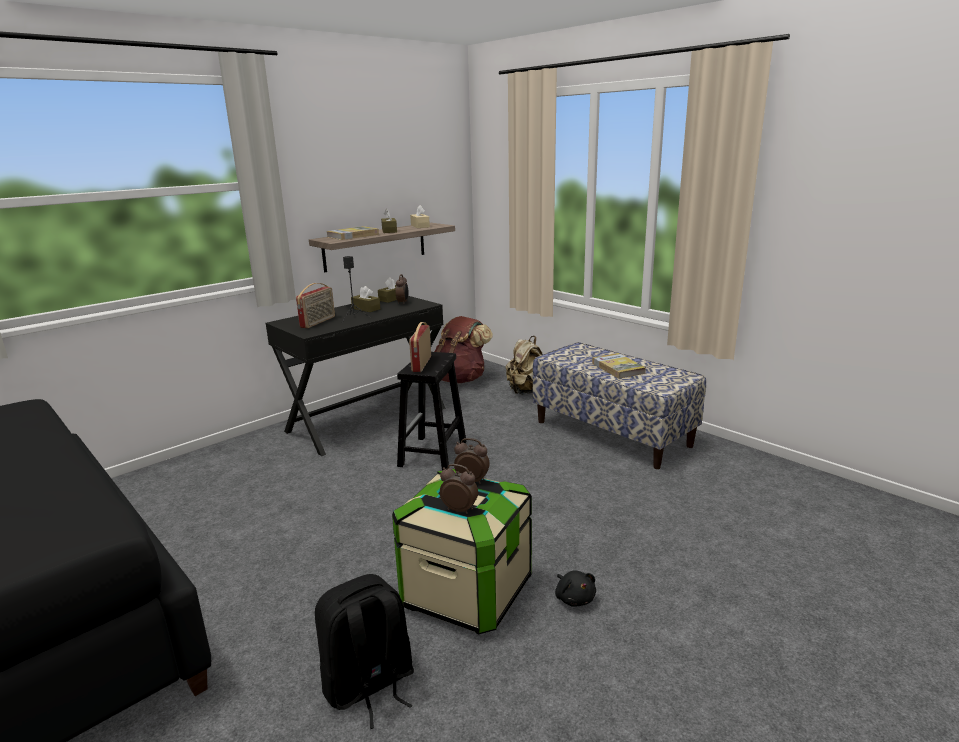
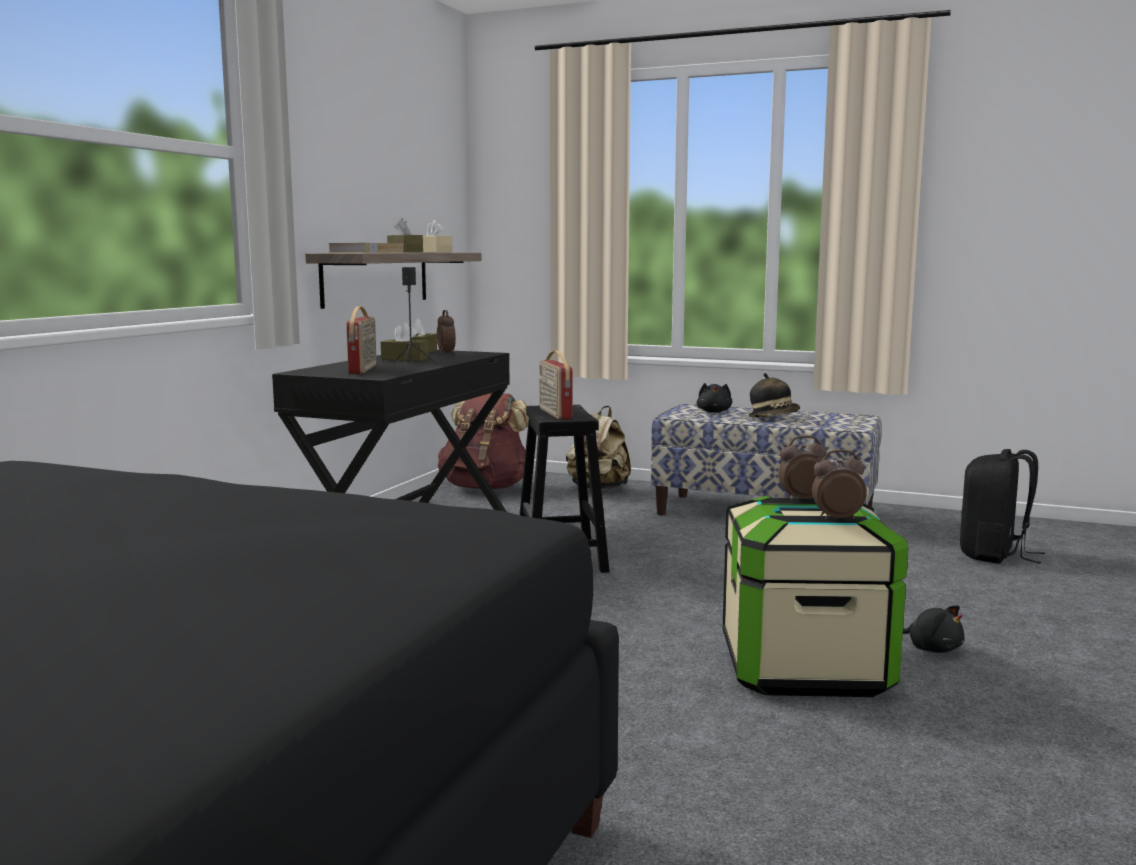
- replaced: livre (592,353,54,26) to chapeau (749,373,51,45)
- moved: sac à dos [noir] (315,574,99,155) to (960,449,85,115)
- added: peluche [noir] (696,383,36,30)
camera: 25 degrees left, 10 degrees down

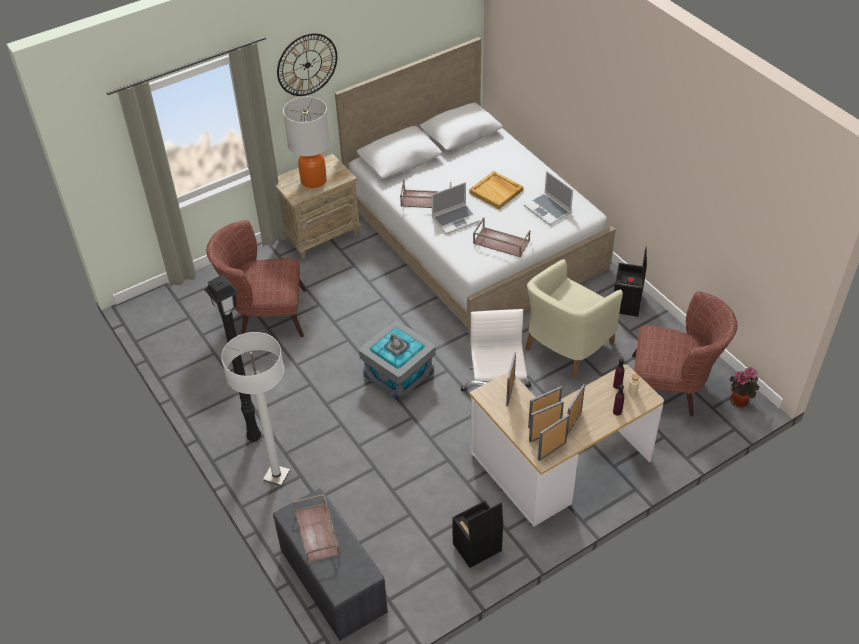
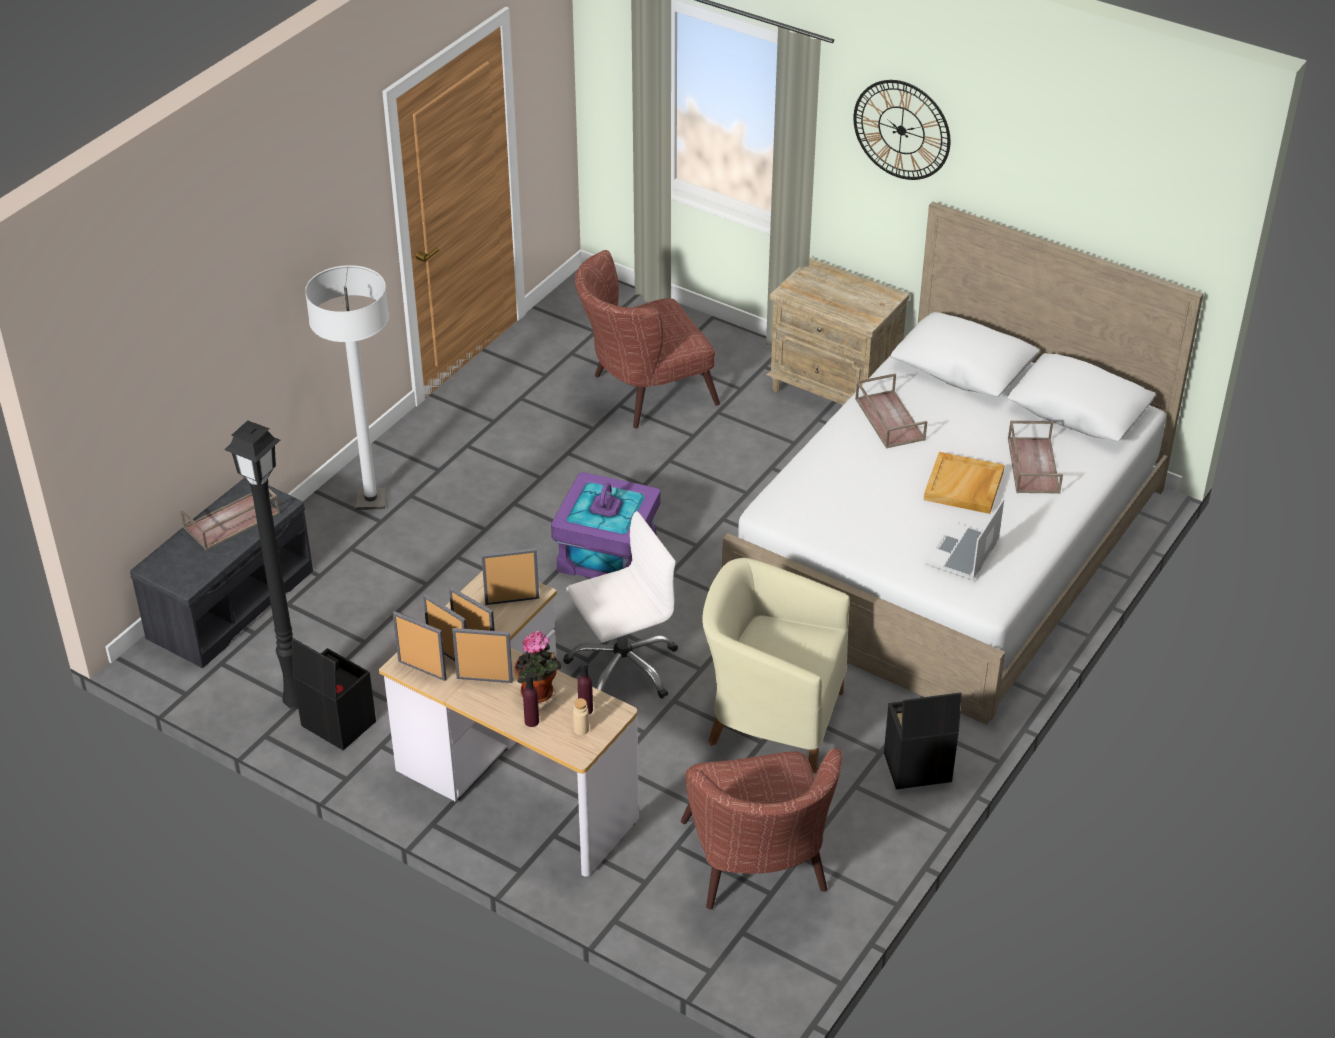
- removed: lampe de table (283,97,47,91)
- removed: ordinateur portable (431,182,49,52)
- moved: plateau [marron] (473,217,57,40) to (1008,420,55,74)
- turned: fauteuil [marron] (206,220,100,117) = (575,250,145,178) 90 degrees counterclockwise
- moved: lampadaire [noir] (204,275,57,167) to (225,421,73,288)
- recoloured: boîte de rangement [gris] (359,320,77,81) to boîte de rangement [violet] (551,472,109,106)
- moved: plante en pot (729,367,30,41) to (515,631,46,72)
camera: 65 degrees right, 5 degrees down

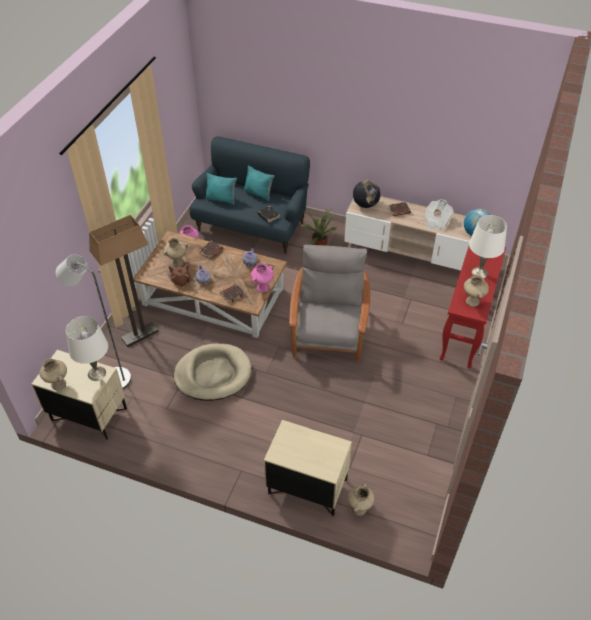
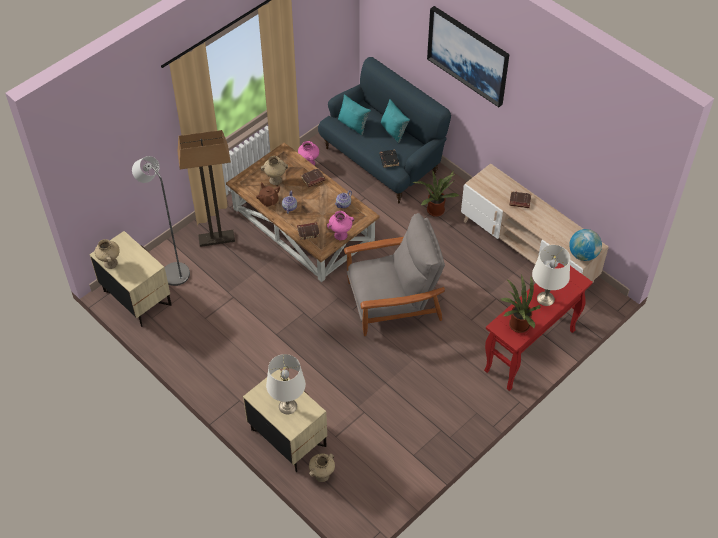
- removed: globe (353,180,28,28)
- removed: journal (424,199,30,31)
- turned: fauteuil [gris] (289,245,81,118) = (344,213,101,123) 45 degrees clockwise
- replaced: vase [beige] (464,275,25,32) to plante en pot (500,275,40,58)
- moved: lampe de table [blanc] (66,316,42,65) to (266,354,40,60)
- removed: panier pour chien [beige] (174,343,77,58)
- added: tableau (427,6,83,101)
camera: 25 degrees right, 5 degrees up

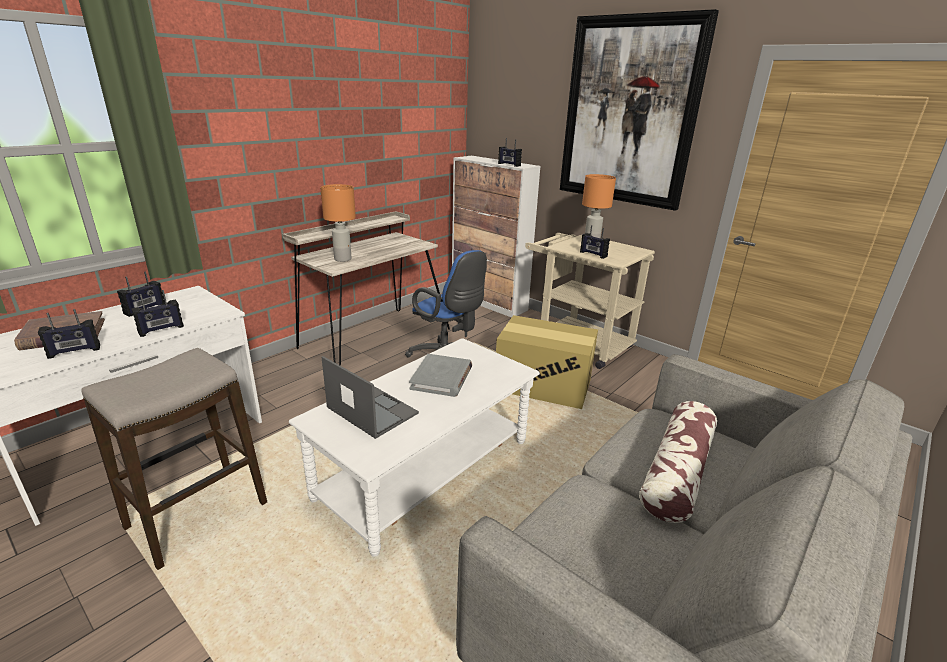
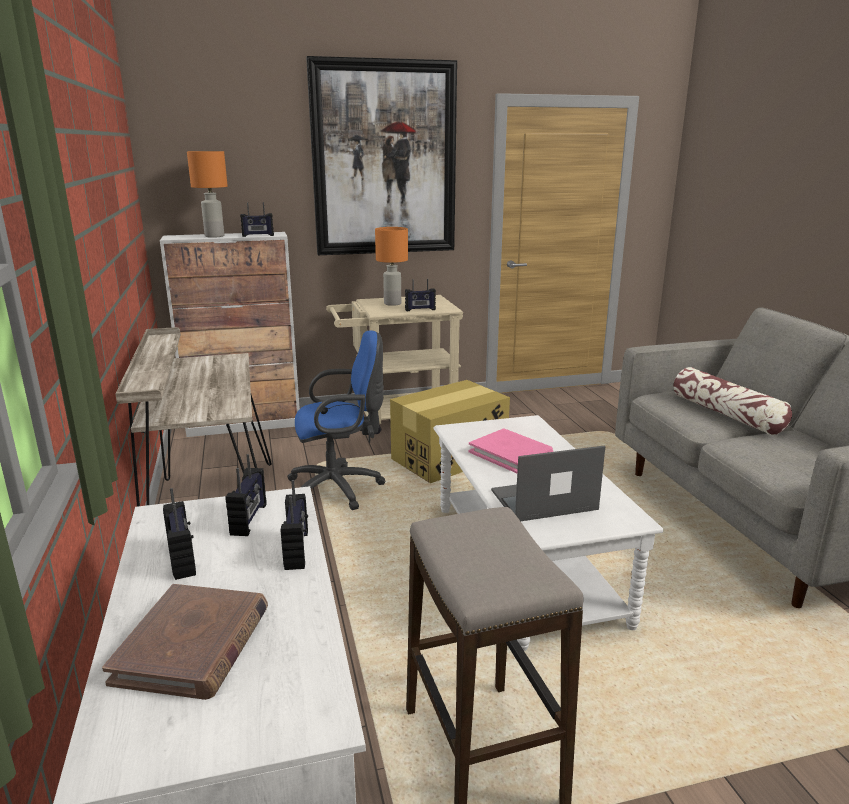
- moved: lampe de table [orange] (320,184,36,78) to (187,151,41,87)
- moved: radio (38,309,62,50) to (226,454,41,82)
- recoloured: livre [gris] (409,354,63,43) to livre [rose] (469,429,84,44)
camera: 55 degrees left, 5 degrees down

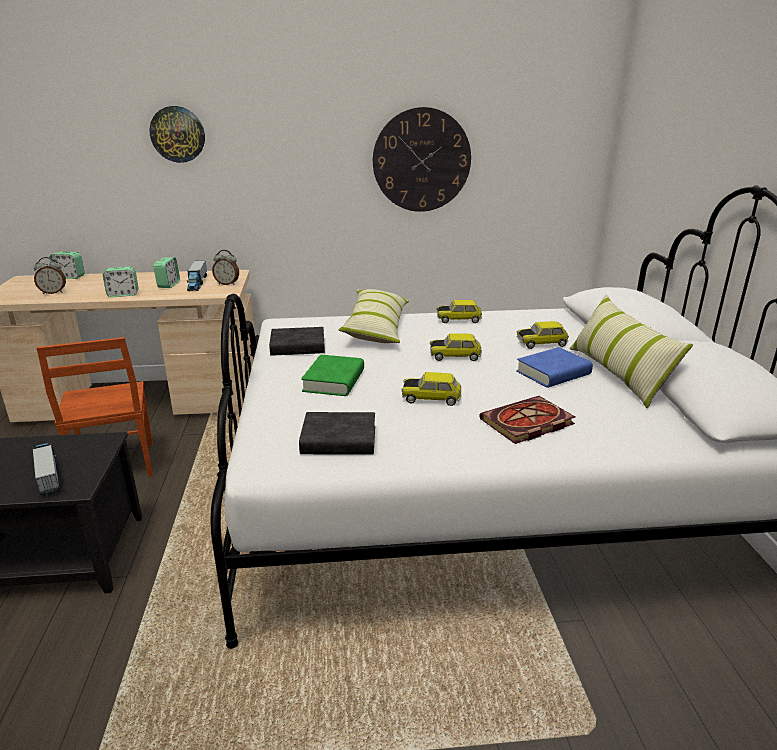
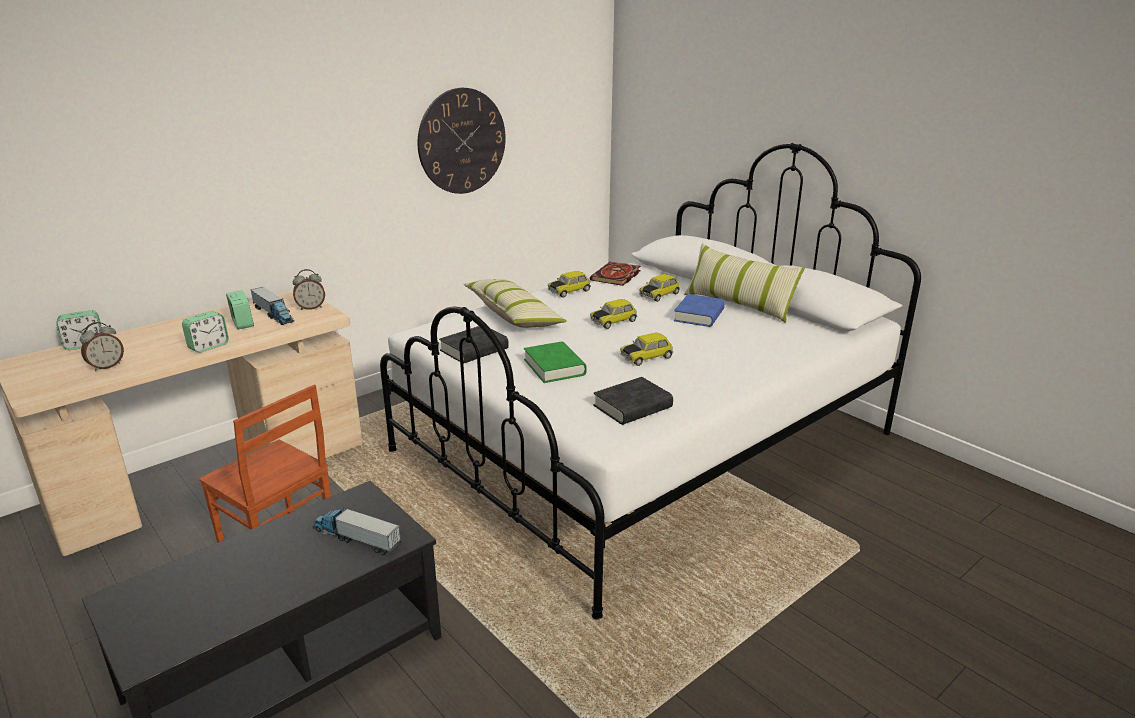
- removed: horloge murale (149,106,56,57)
- moved: livre (480,396,95,48) to (590,262,51,24)
camera: 35 degrees left, 0 degrees up

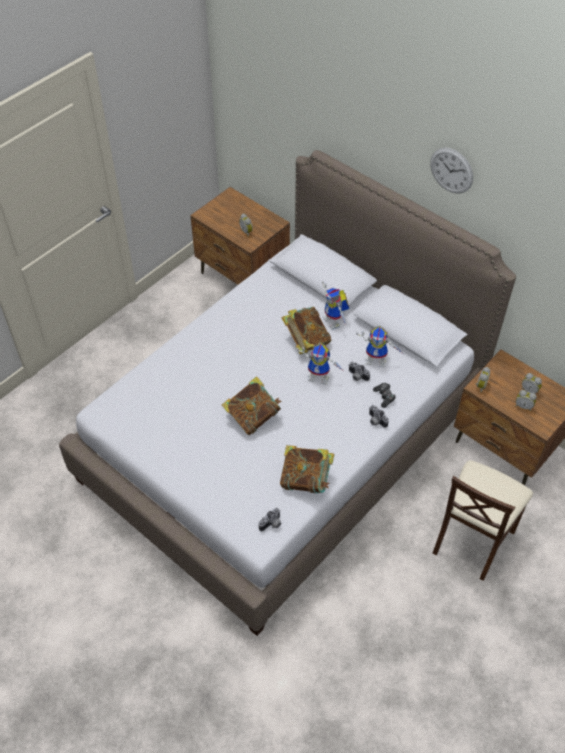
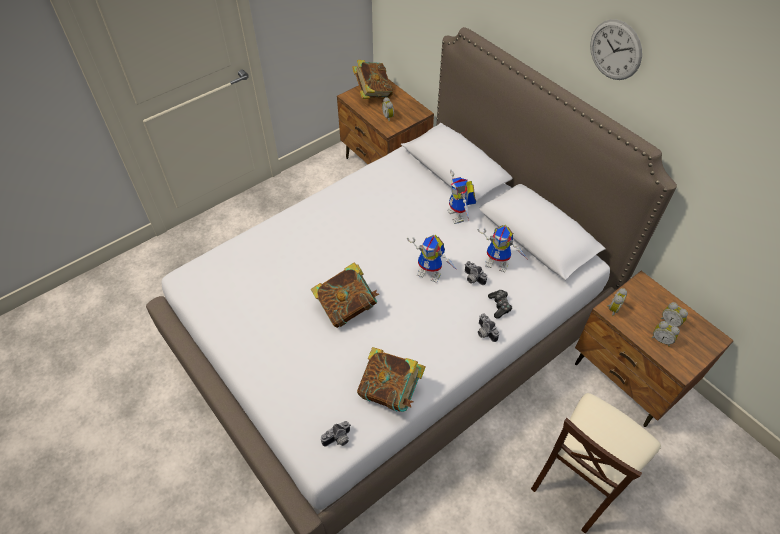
- moved: livre (282,307,50,48) to (352,60,41,39)
camera: 10 degrees right, 0 degrees up

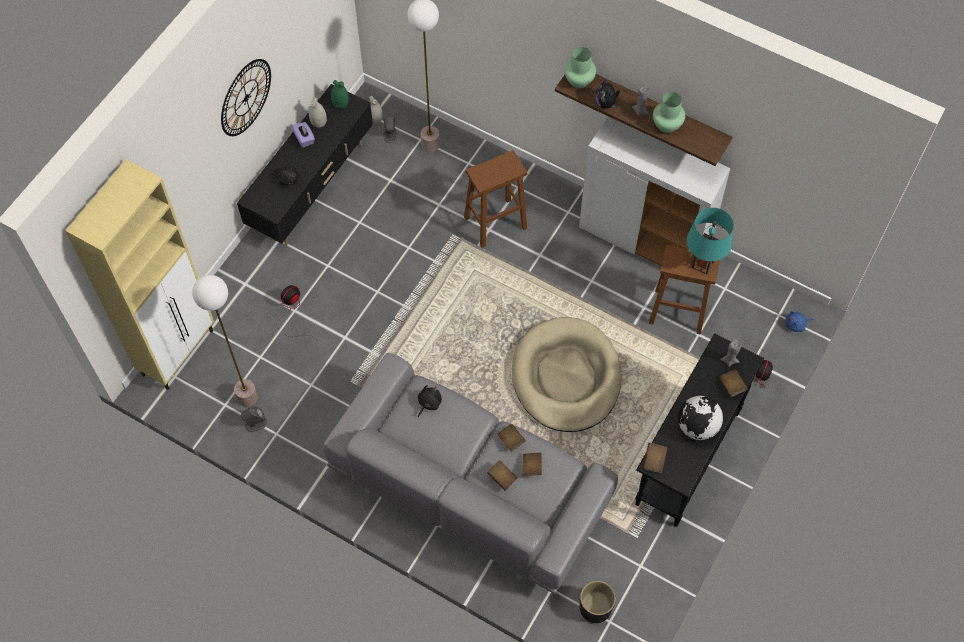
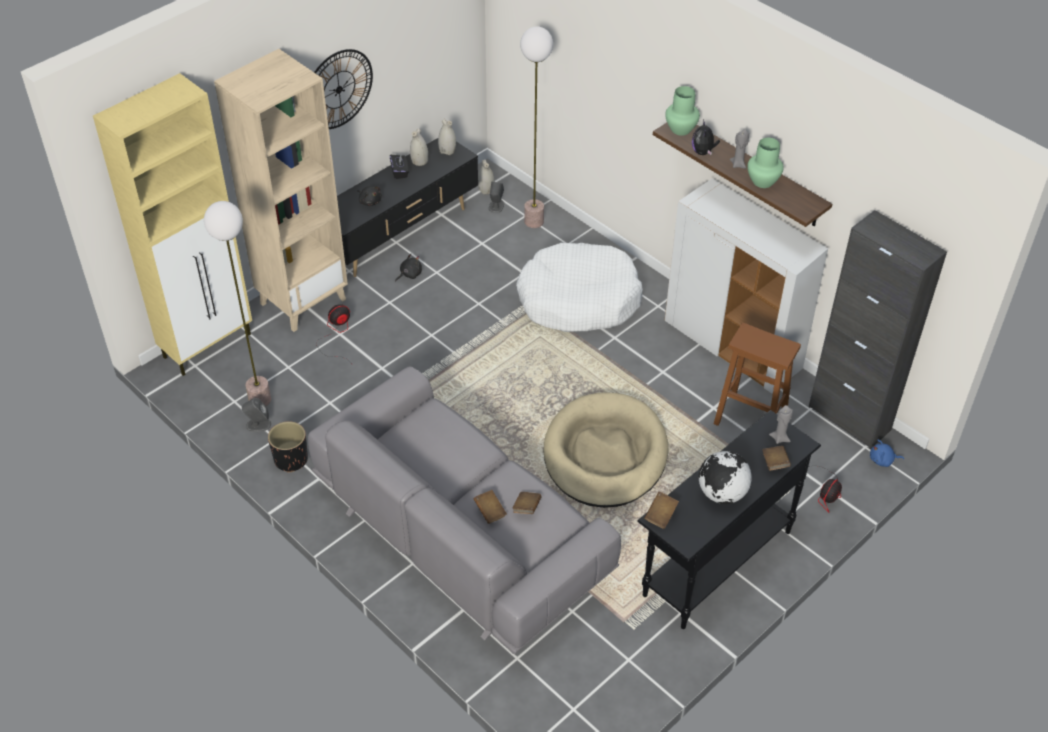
- recoloured: vase [vert] (331,80,18,29) to vase [blanc] (438,119,18,36)
- recoloured: boîte à mouchoirs [violet] (292,122,23,26) to boîte à mouchoirs [noir] (390,155,19,24)
- replaced: tabouret [marron] (464,150,63,98) to panier pour chien [blanc] (516,243,127,89)
- removed: lampe de table [turquoise] (687,208,47,66)
- moved: peluche [noir] (418,385,24,32) to (395,254,27,28)
- removed: livre [marron] (497,424,29,28)
- moved: cache-pot [noir] (579,581,37,42) to (268,421,40,51)
- added: bibliothèque [beige] (214,49,134,283)
- added: meuble de rangement [noir] (809,210,138,239)
camera: 15 degrees right, 15 degrees down

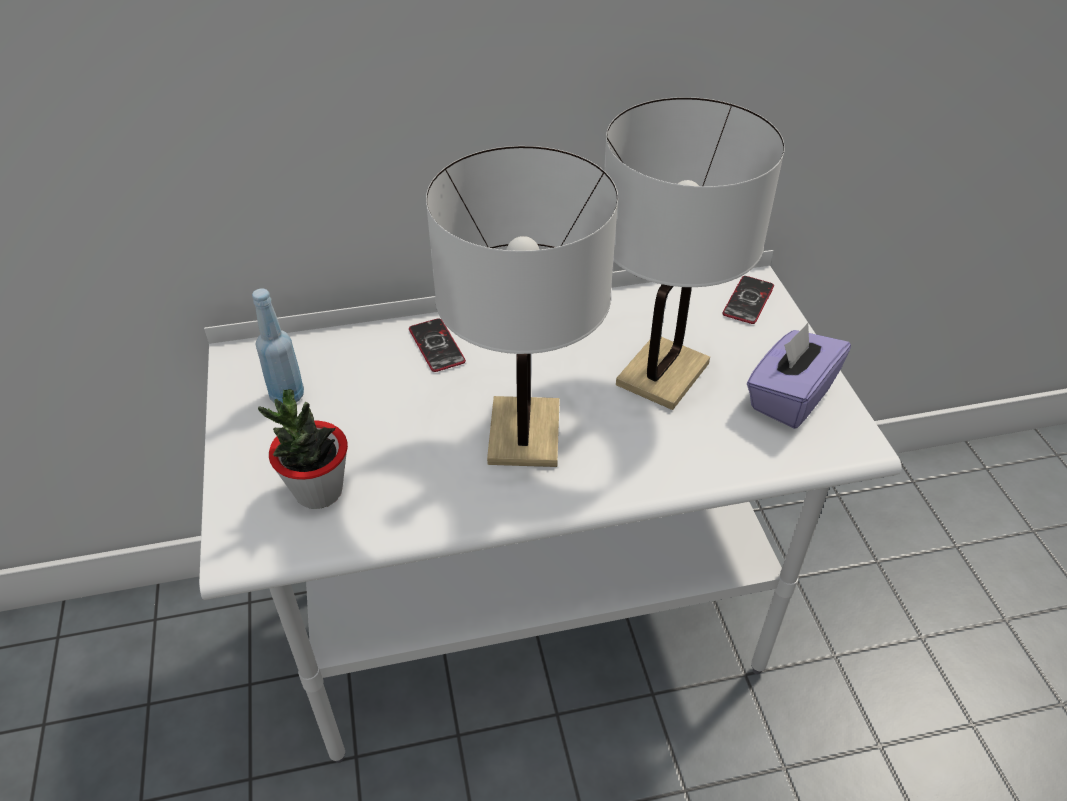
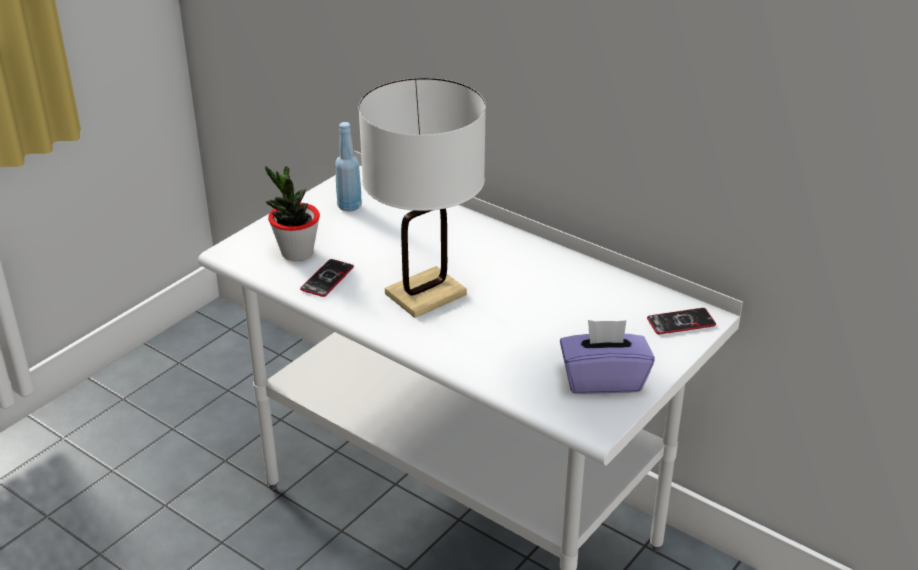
- removed: lampe de table [blanc] (604,97,181,313)
- moved: téléphone (409,318,57,54) to (300,259,54,38)
camera: 50 degrees right, 10 degrees down

